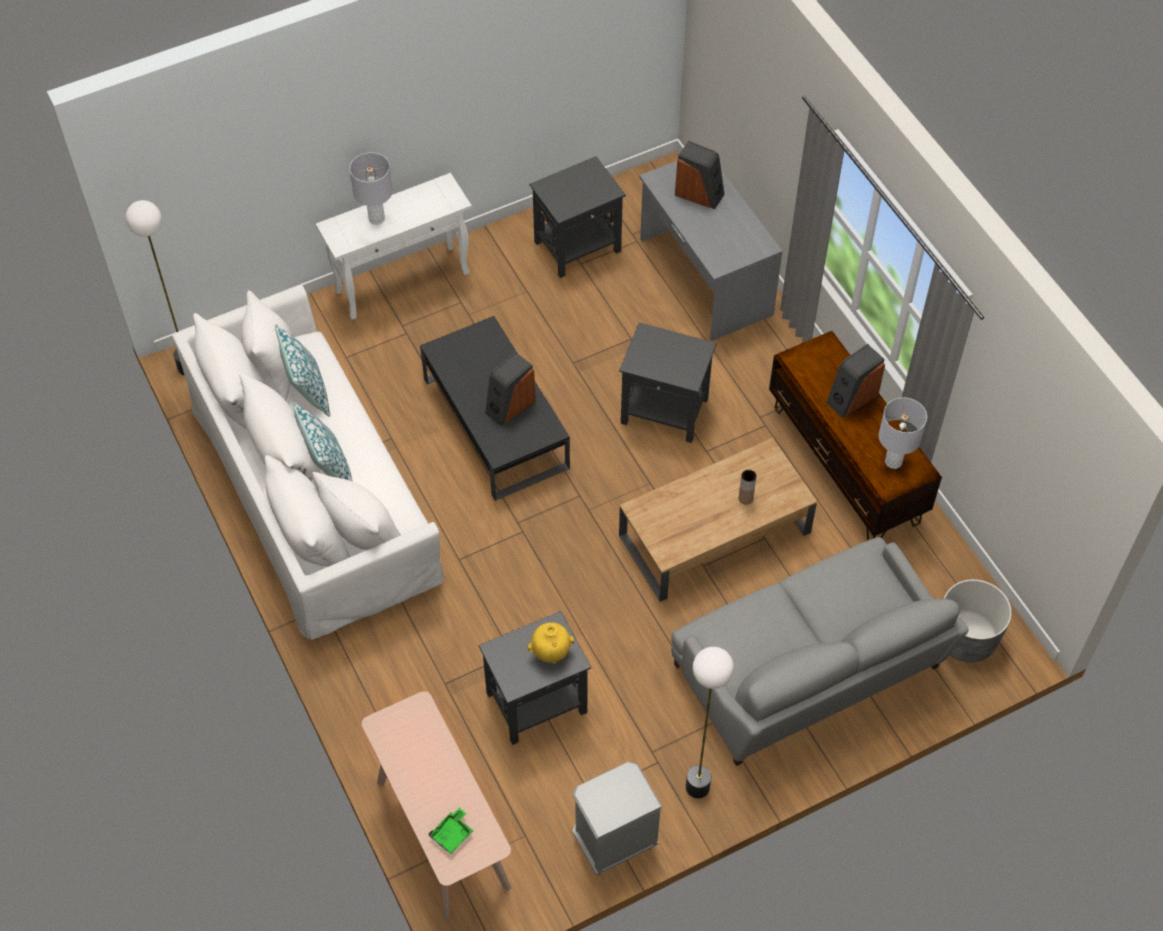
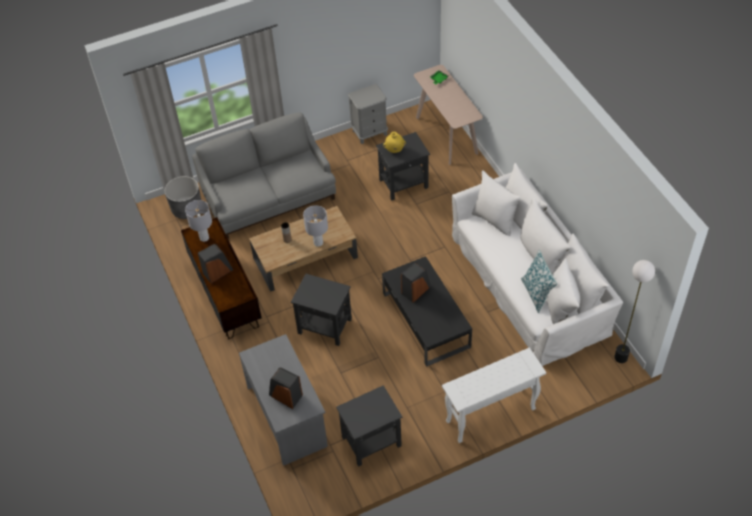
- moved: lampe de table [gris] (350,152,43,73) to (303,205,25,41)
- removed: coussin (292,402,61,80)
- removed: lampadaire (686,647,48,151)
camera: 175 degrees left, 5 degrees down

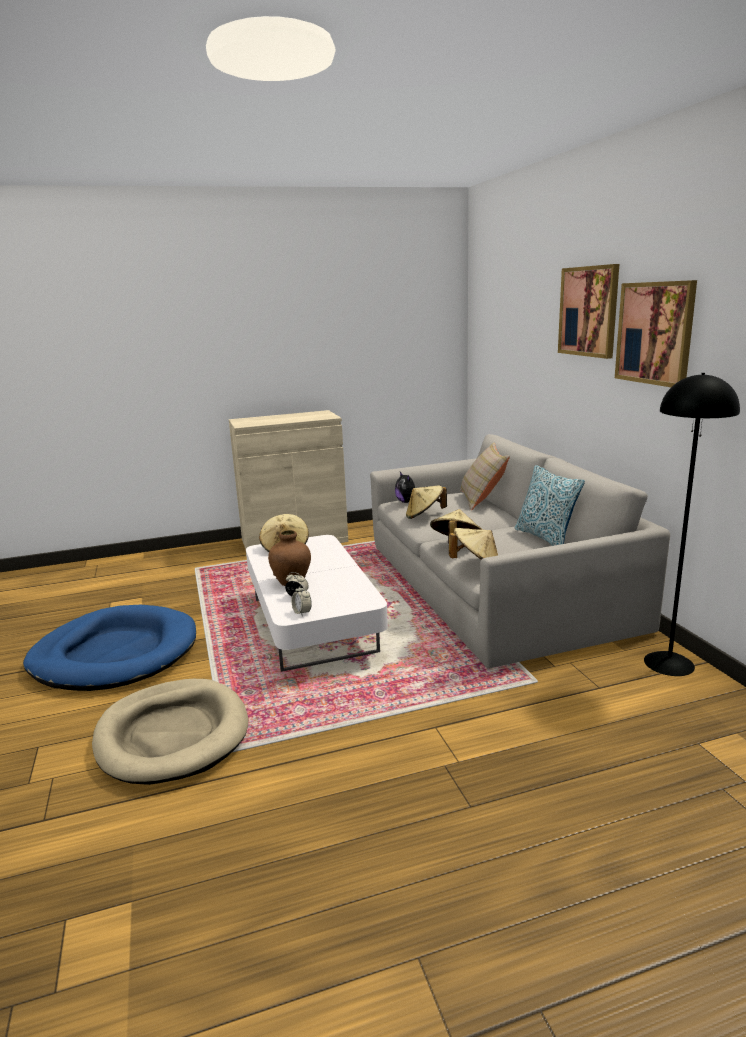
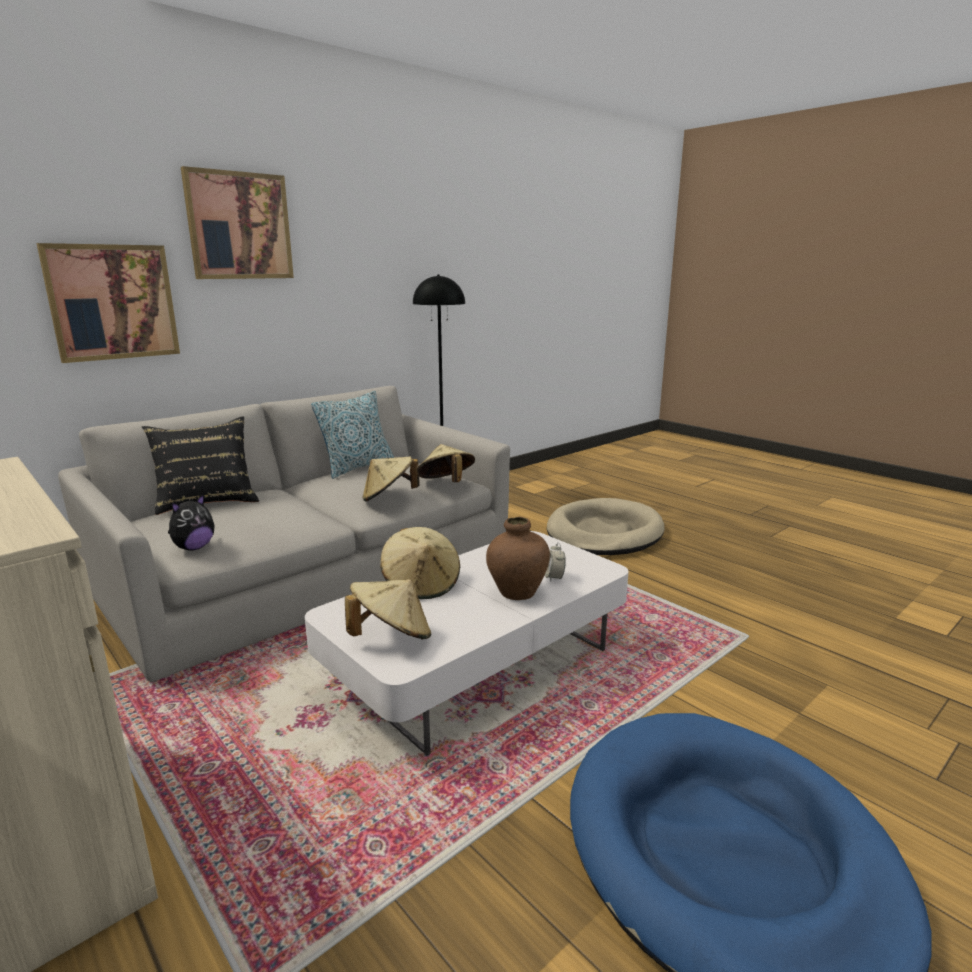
- moved: tableau (615,280,82,107) to (37,243,143,120)
- recoloured: coussin [beige] (460,442,50,68) to coussin [noir] (142,416,117,99)
- moved: chapeau [beige] (406,485,41,34) to (380,527,80,72)
- removed: réveil (292,585,20,30)
- moved: panier pour chien [beige] (92,679,156,106) to (547,498,118,57)
camera: 115 degrees left, 0 degrees up

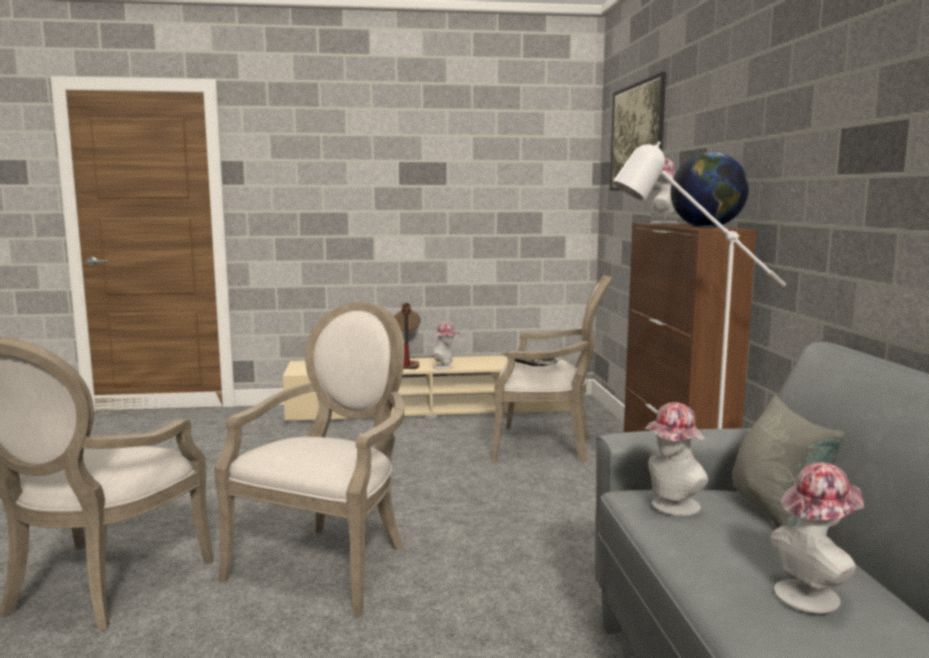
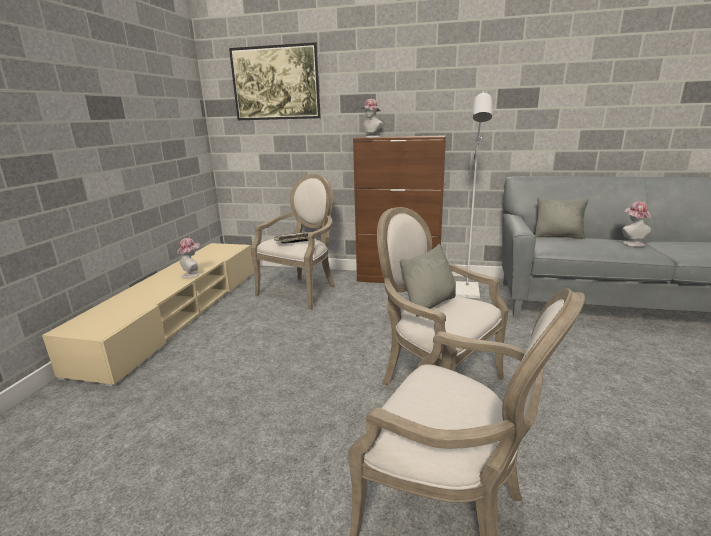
- removed: globe (671,152,78,76)
- removed: lampe de table (394,303,27,66)
- removed: chapeau (645,402,63,114)
- added: coussin [gris] (400,244,55,73)
camera: 70 degrees left, 10 degrees up

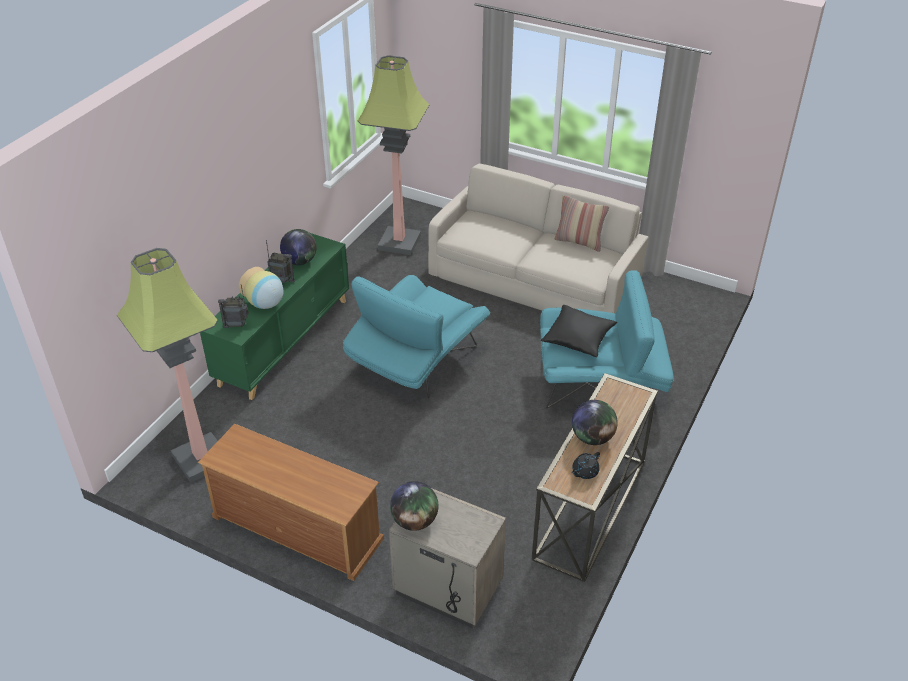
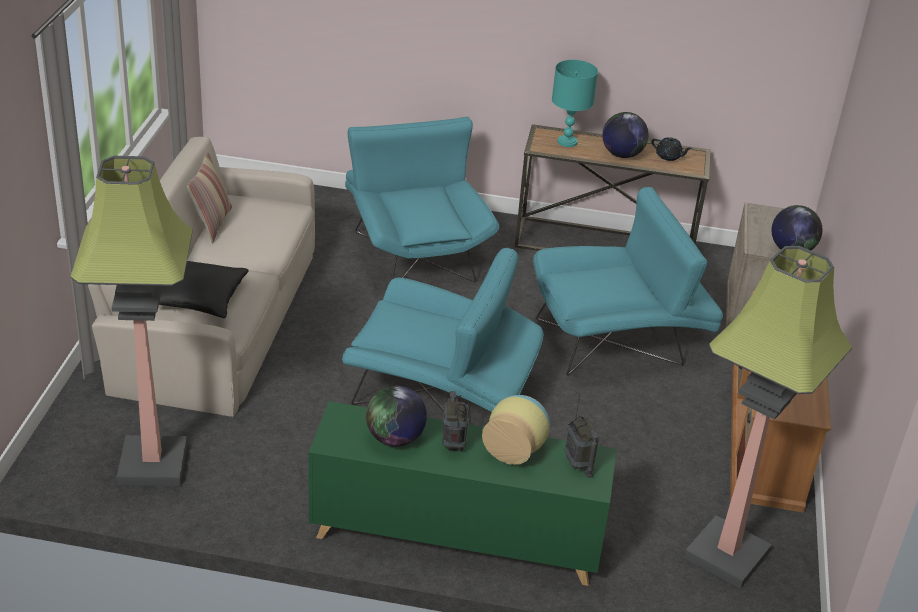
- moved: coussin [noir] (541,305,76,52) to (159,261,90,57)
- added: lampe de table [turquoise] (552,60,46,87)
- added: fauteuil [turquoise] (533,187,190,189)
camera: 110 degrees left, 5 degrees down

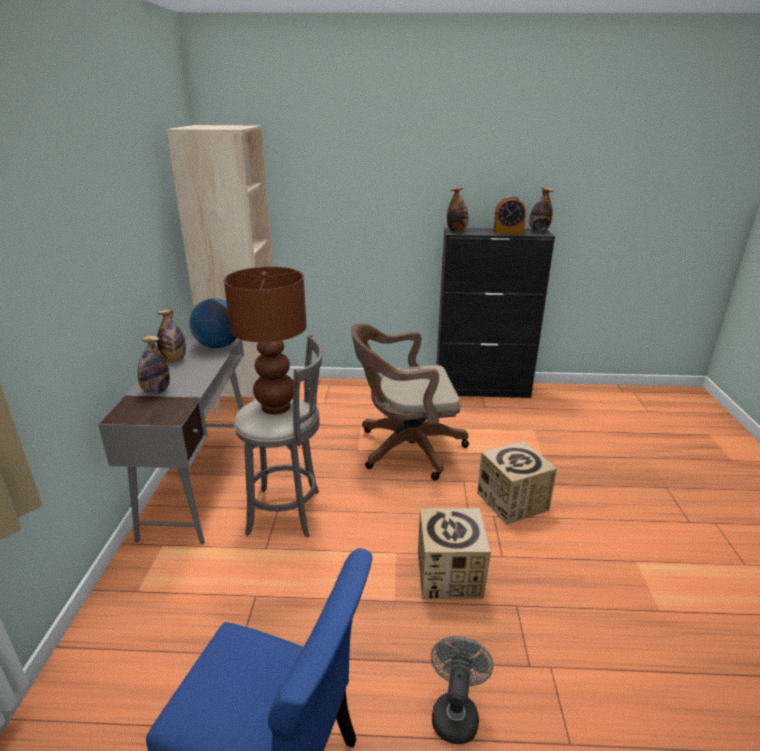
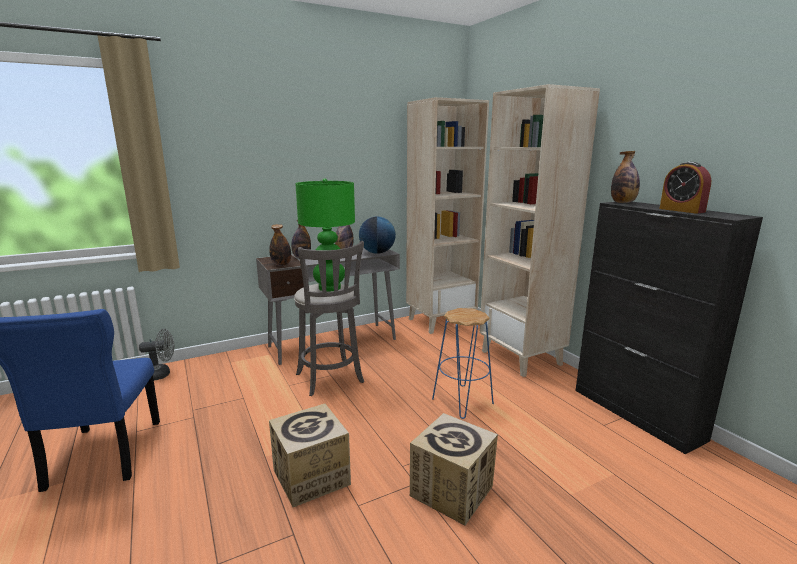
- moved: bouteille (529,187,24,45) to (269,224,22,42)
- recoloured: lampe de table [marron] (224,267,83,148) to lampe de table [vert] (295,179,60,113)
- replaced: chaise de bureau [marron] (351,324,118,156) to tabouret [bleu] (432,308,62,111)
- moved: ventilateur [gris] (431,636,62,108) to (139,329,35,51)
- added: bibliothèque [beige] (480,84,120,293)
camera: 60 degrees right, 10 degrees down

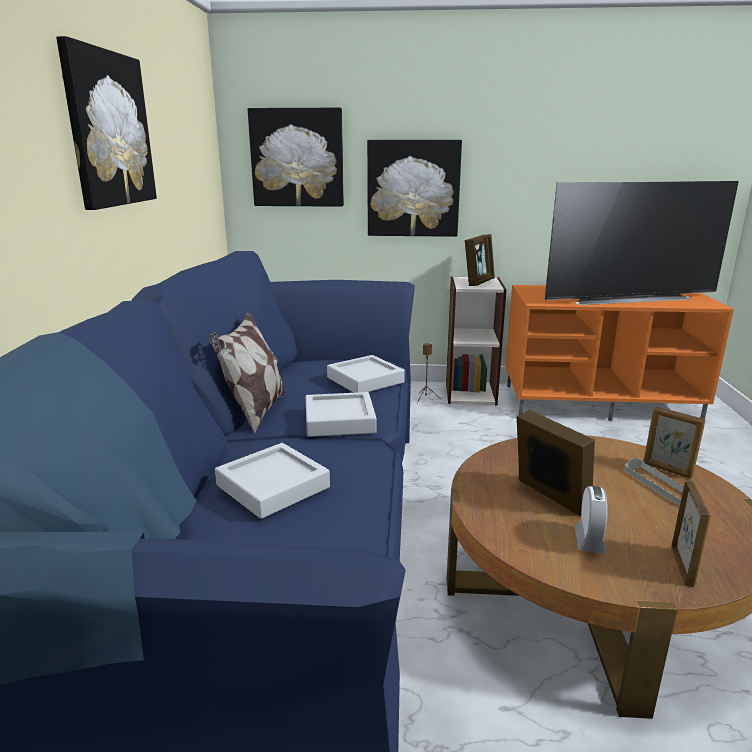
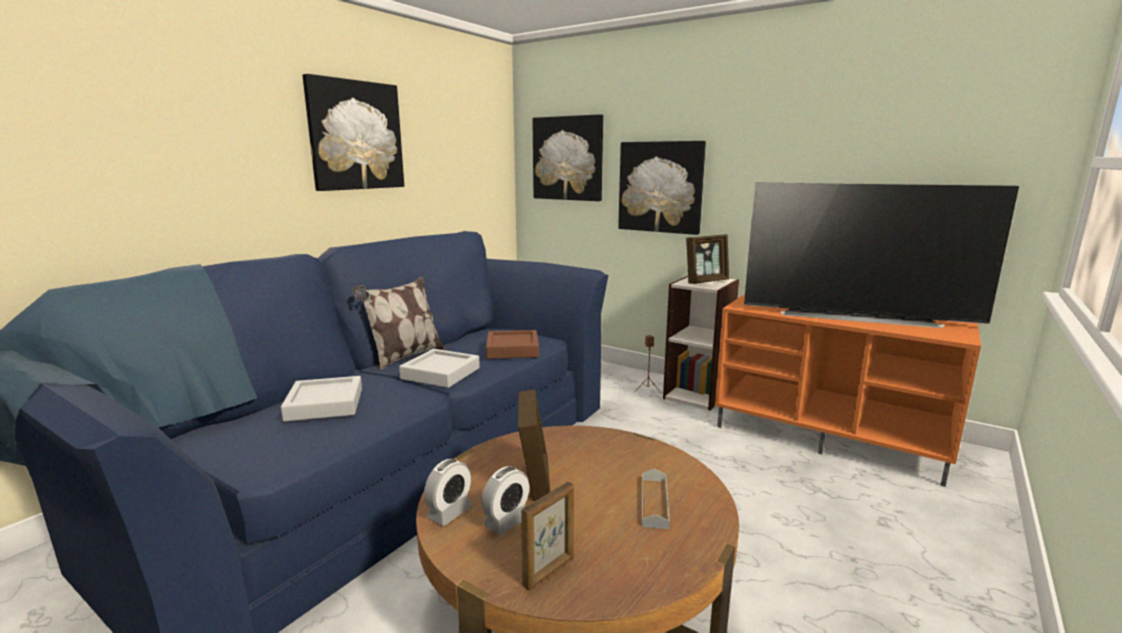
- recoloured: plateau [gris] (327,355,78,38) to plateau [marron] (486,330,53,29)
- removed: cadre photo (644,406,62,73)
- added: réveil (424,459,48,67)
camera: 30 degrees right, 5 degrees down

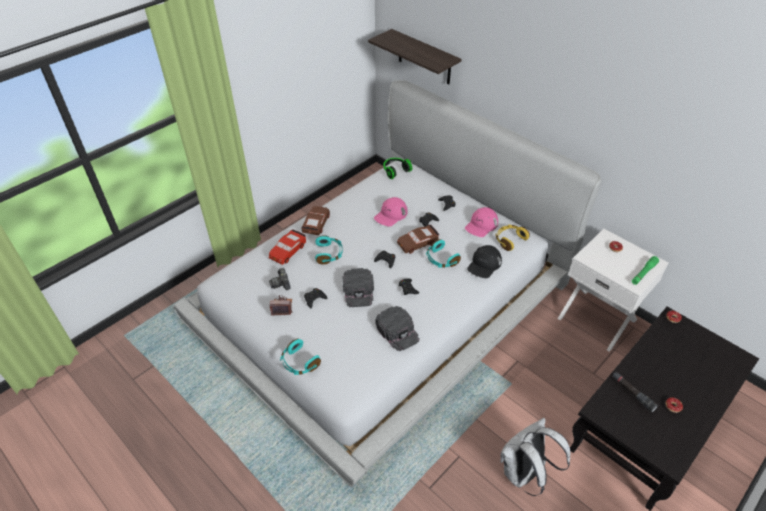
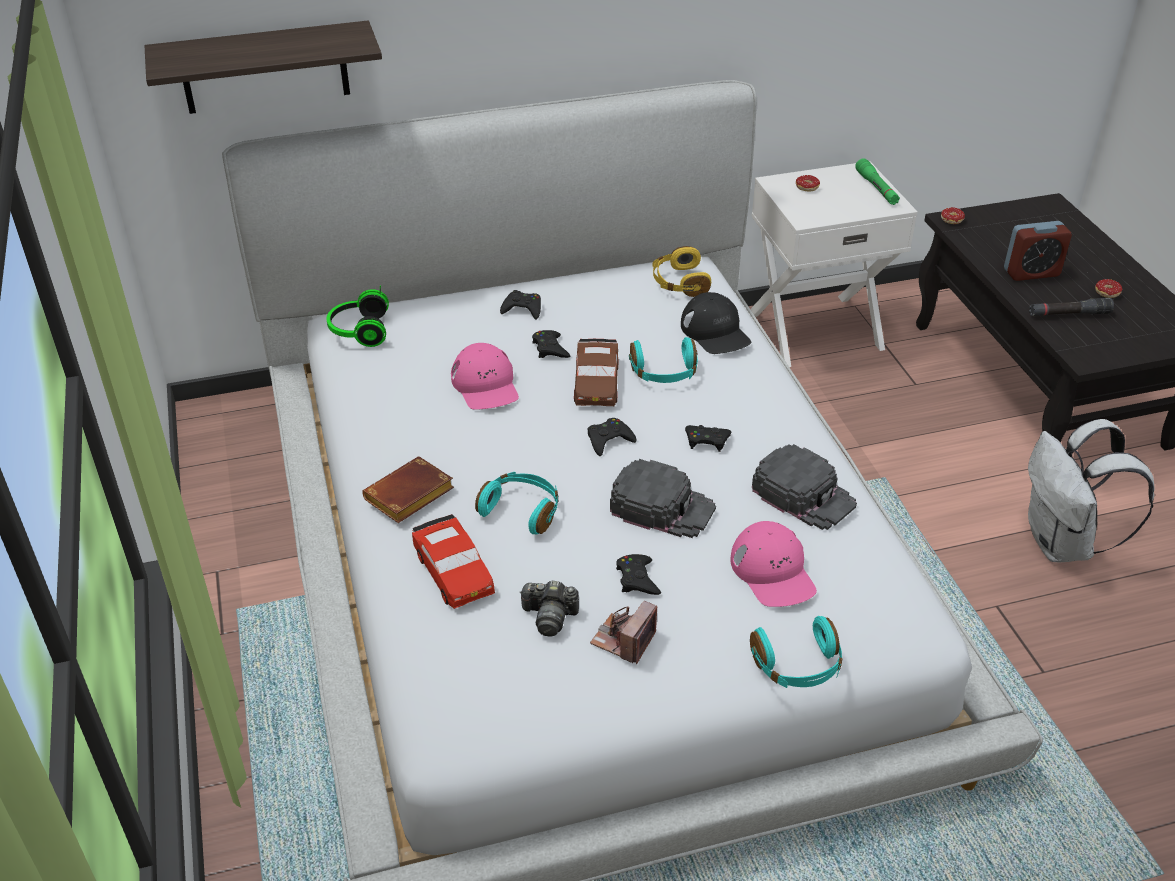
- replaced: petite voiture [marron] (301,206,29,29) to livre [marron] (362,456,92,67)
- moved: casquette [rose] (465,207,33,30) to (730,521,87,86)
- turned: casquette [noir] (375,306,45,45) = (752,444,105,86) 45 degrees clockwise
- added: réveil (1004,221,68,60)
camera: 60 degrees left, 5 degrees down

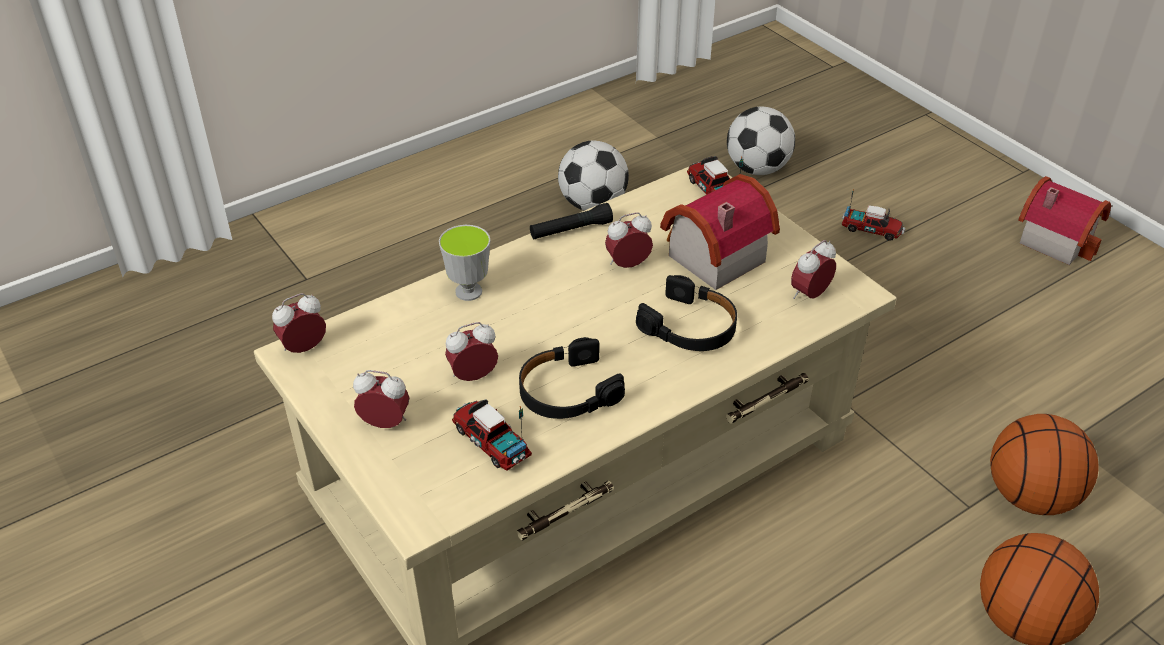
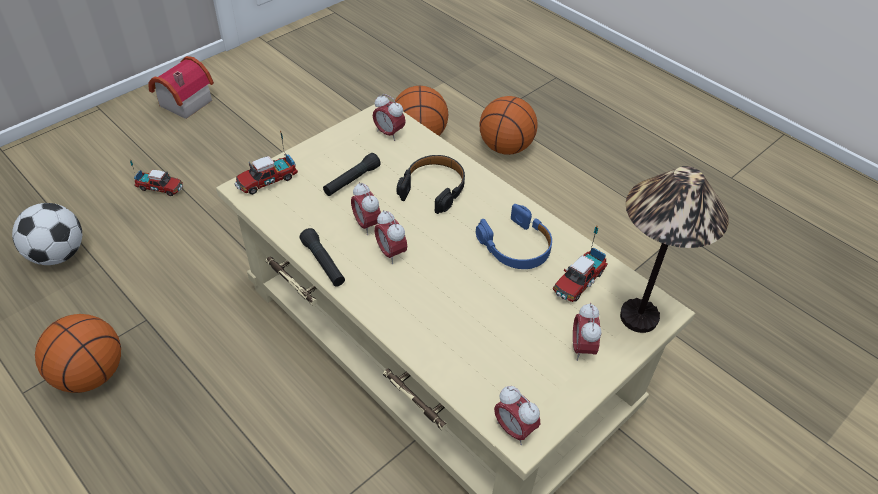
- replaced: ballon de foot (558,141,71,70) to ballon de basket (35,314,86,79)
- replaced: maison miniature (660,174,120,116) to lampe de poche [noir] (323,153,58,43)
- turned: camion jouet (842,189,63,52) = (130,159,53,37) 90 degrees clockwise
- removed: tasse (439,225,51,76)
- moved: réveil (445,322,53,59) to (375,210,32,54)
- recoloured: casque audio [noir] (519,337,106,82) to casque audio [bleu] (476,204,76,65)
- added: lampe de table (620,166,109,167)
camera: 100 degrees left, 5 degrees up

